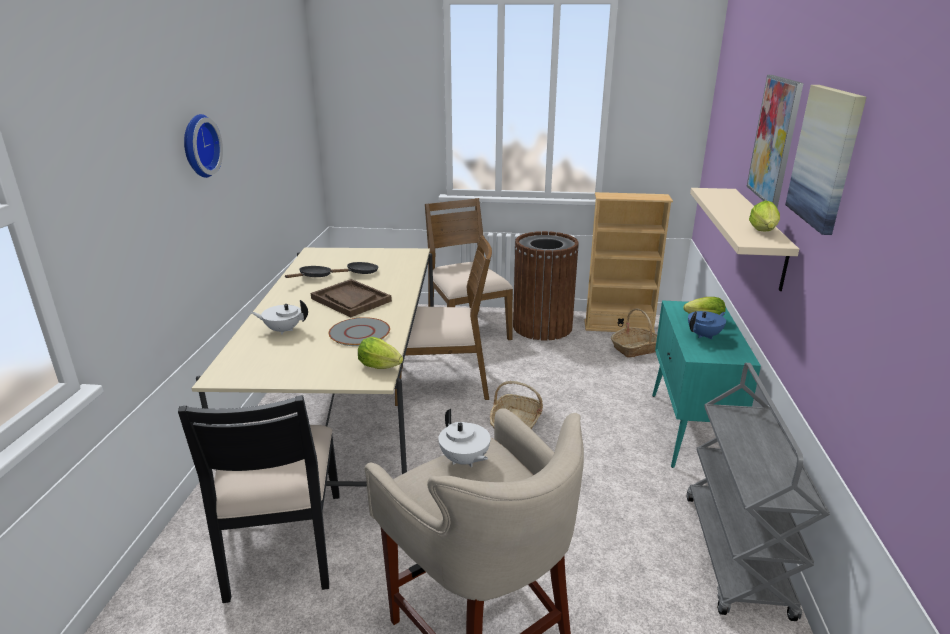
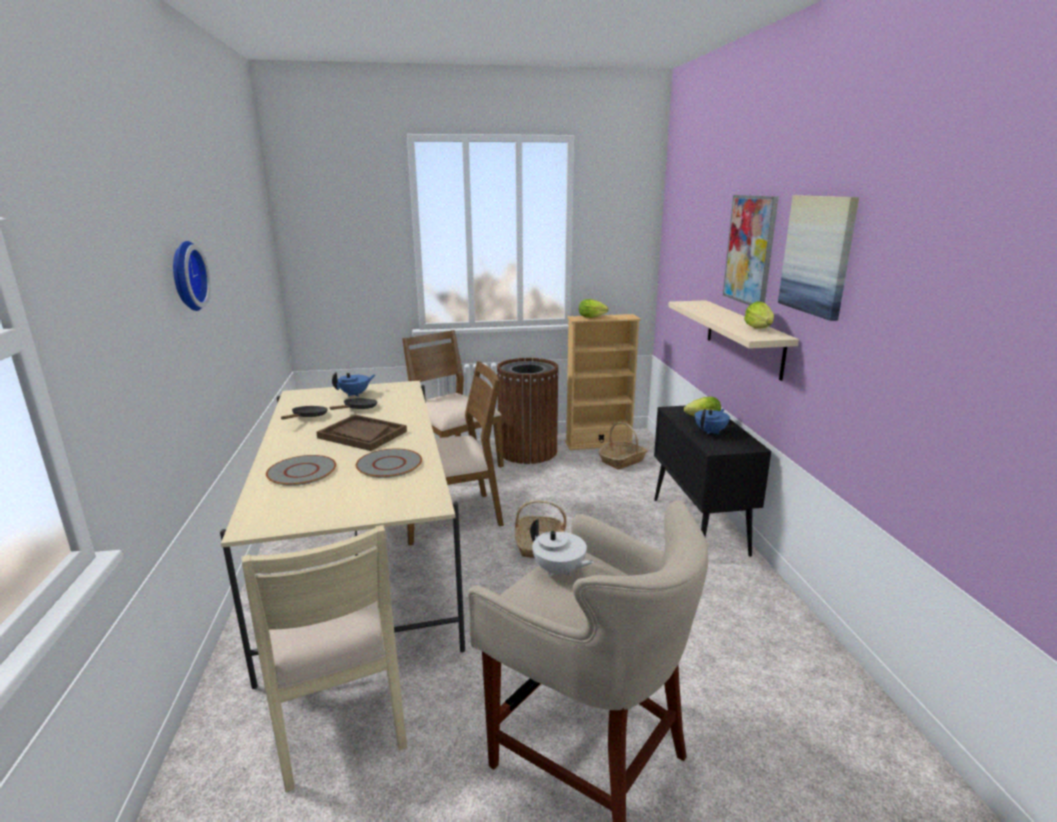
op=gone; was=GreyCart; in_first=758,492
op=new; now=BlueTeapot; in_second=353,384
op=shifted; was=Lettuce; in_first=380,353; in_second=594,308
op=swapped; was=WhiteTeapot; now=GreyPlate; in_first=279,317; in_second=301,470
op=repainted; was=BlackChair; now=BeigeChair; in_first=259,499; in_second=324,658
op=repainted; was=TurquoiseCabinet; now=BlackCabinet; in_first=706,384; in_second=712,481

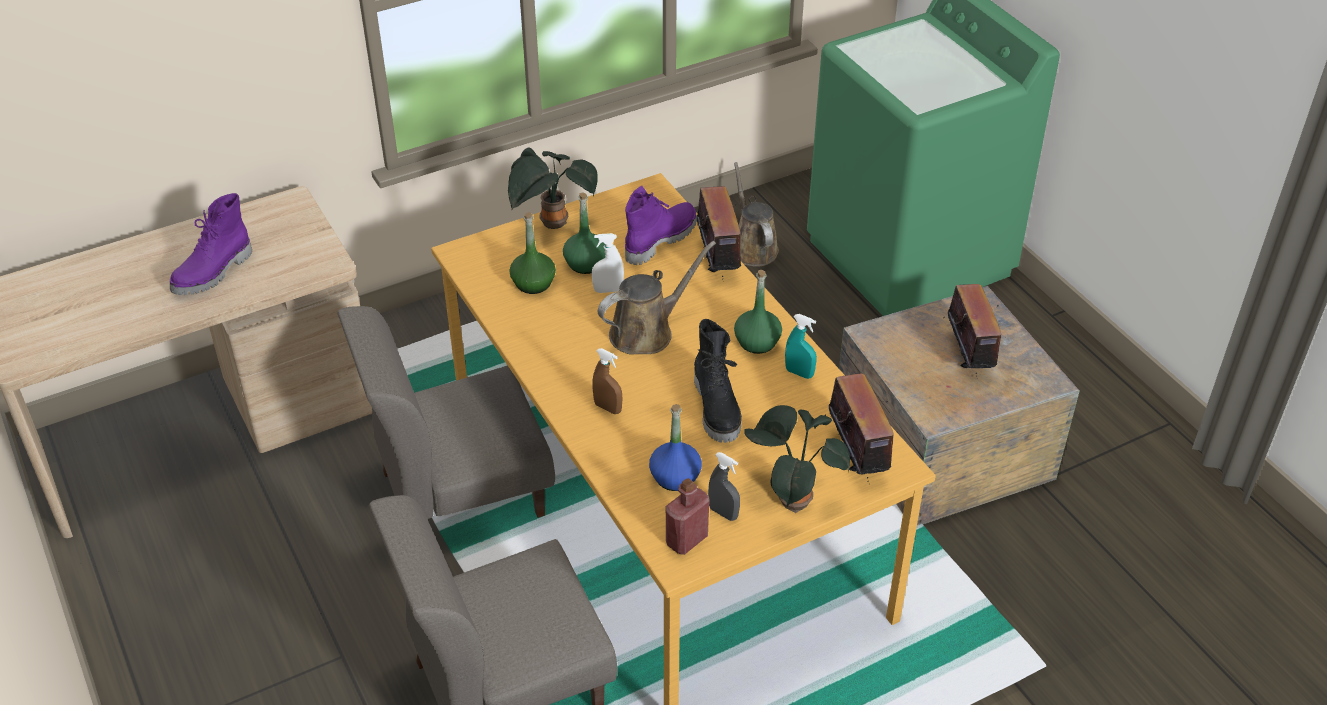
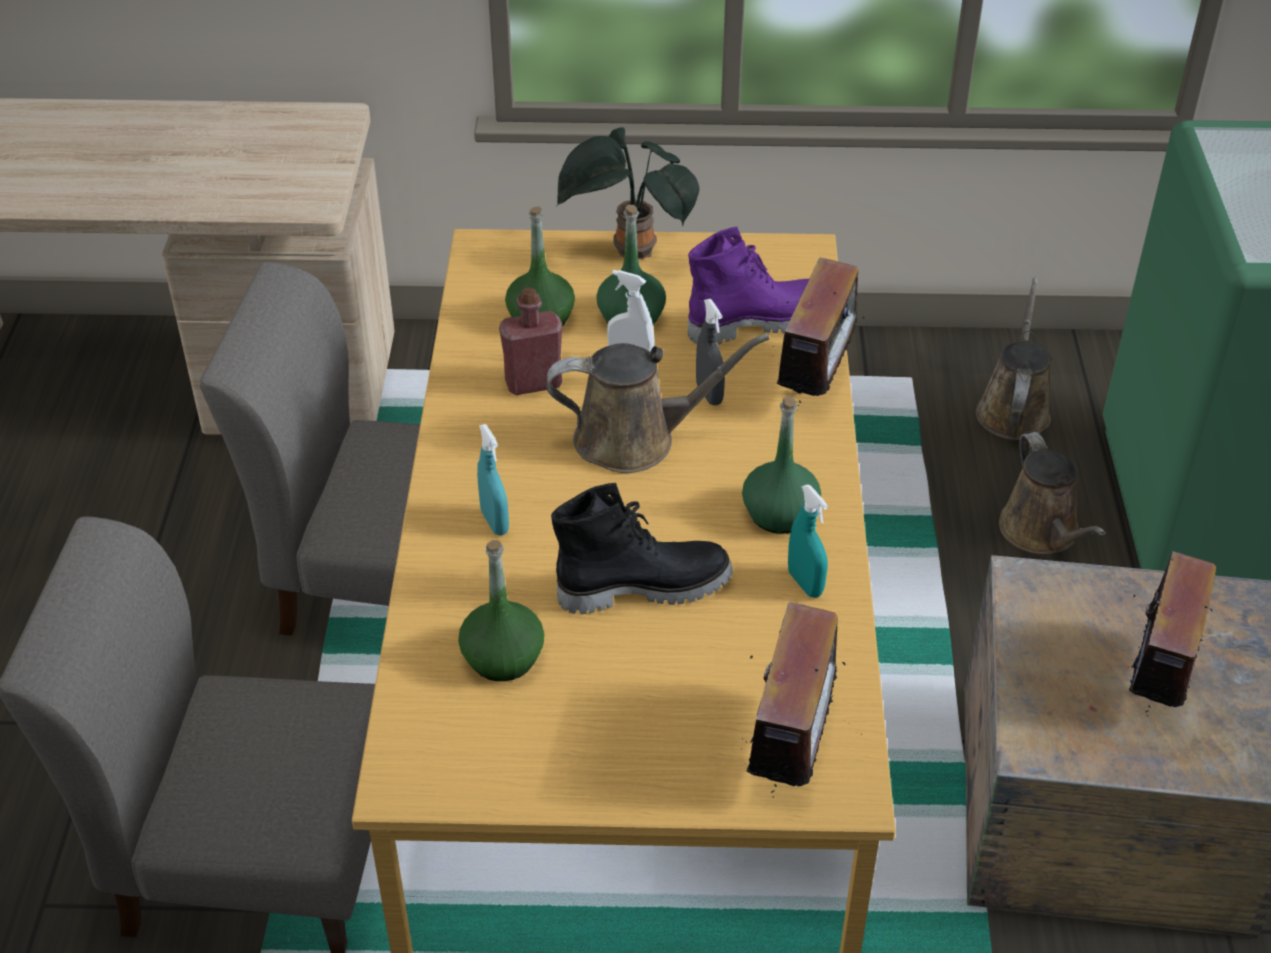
op=gone; was=PurpleBoot; in_first=211,244
op=gone; was=PottedPlant; in_first=797,459
op=new; now=BrownWateringCan; in_second=1052,493
op=shifted; was=RedBottle; in_first=687,516; in_second=530,341
op=shifted; was=GreySprayBottle; in_first=724,486; in_second=710,352
op=repainted; was=BrownSprayBottle; now=TurquoiseSprayBottle; in_first=607,381; in_second=493,479
op=repainted; was=BlueBottle; now=GreenBottle; in_first=675,447; in_second=501,610
op=rotated; was=BlackBoot; in_first=718,381; in_second=642,548; clockwise=-120

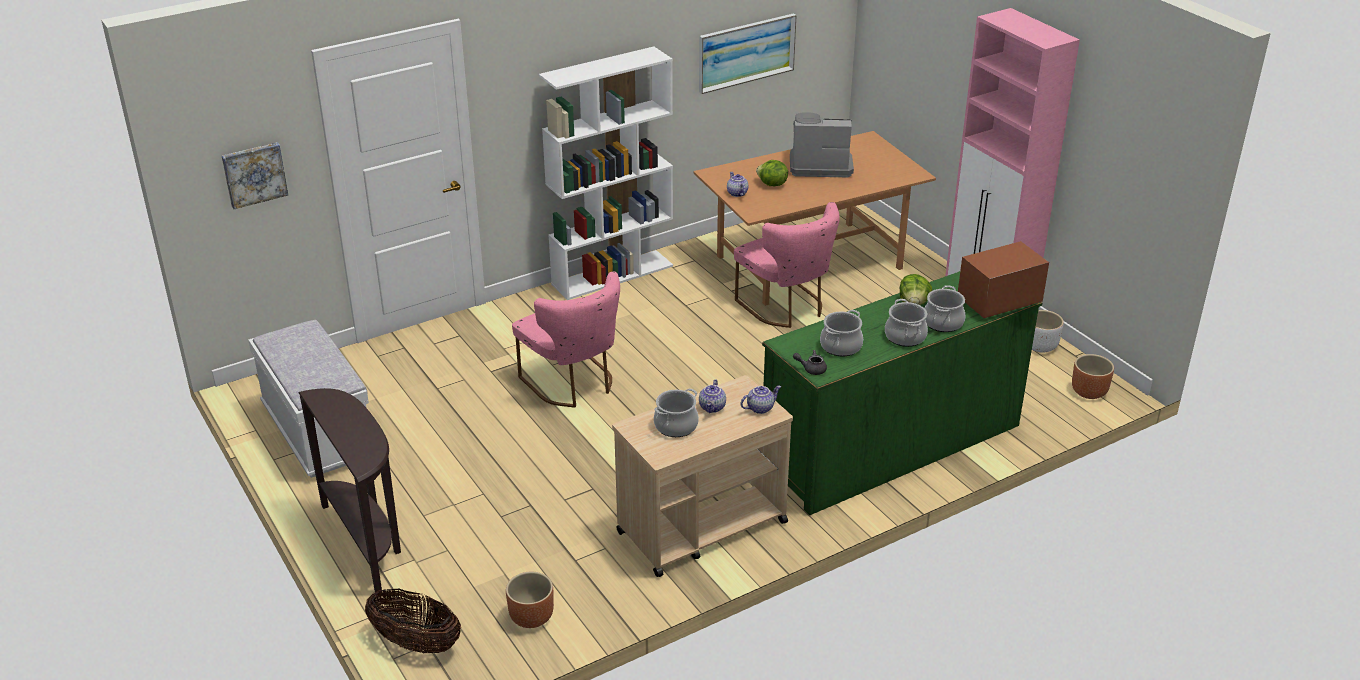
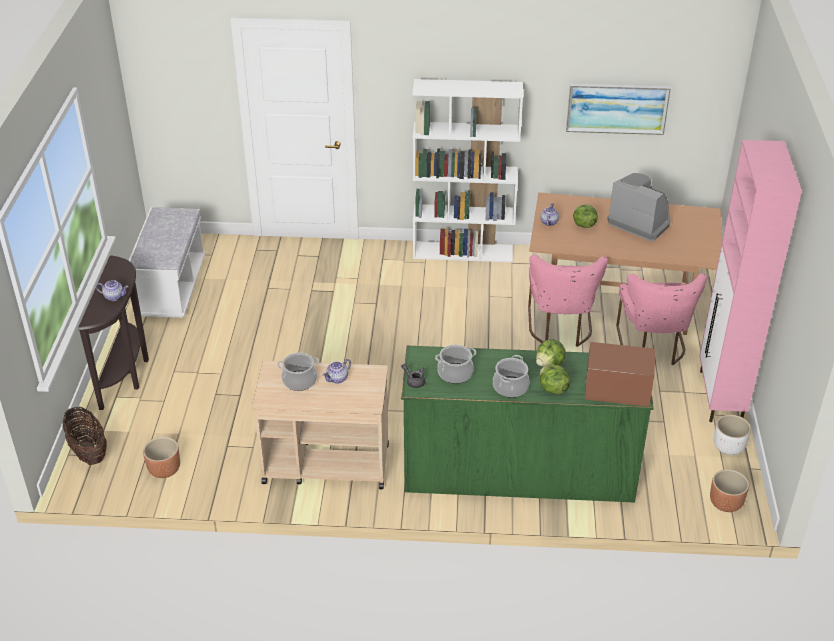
op=gone; was=Picture; in_first=255,175
op=shifted; was=PinkChair; in_first=566,340; in_second=661,319
op=shifted; was=Teapot; in_first=761,399; in_second=112,290
op=swapped; was=CookingPot; now=Lettuce; in_first=945,308; in_second=555,379

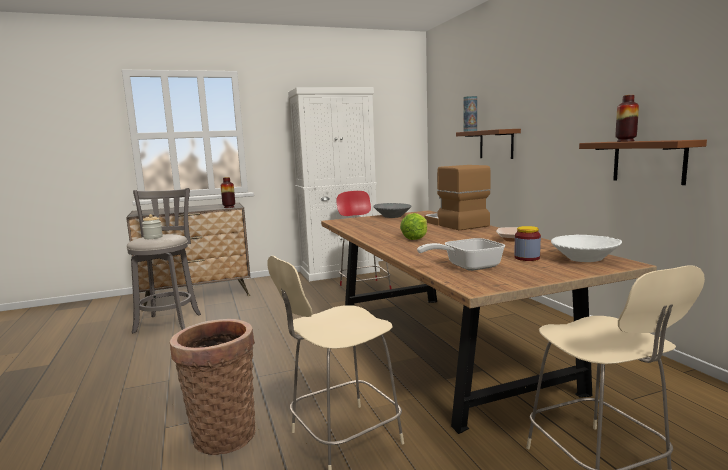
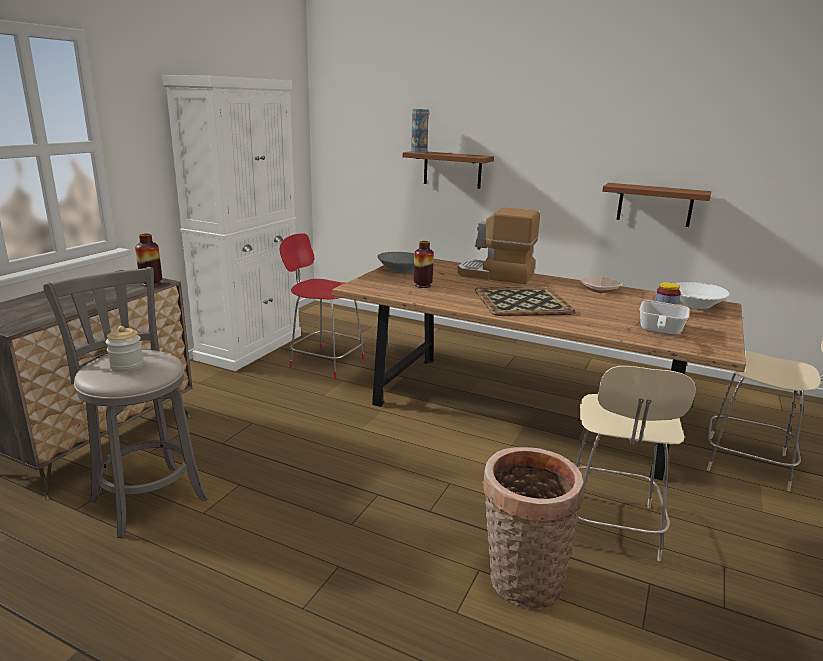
op=shifted; was=Vase; in_first=627,118; in_second=424,264
op=swapped; was=Lettuce; now=Tray; in_first=413,226; in_second=525,301

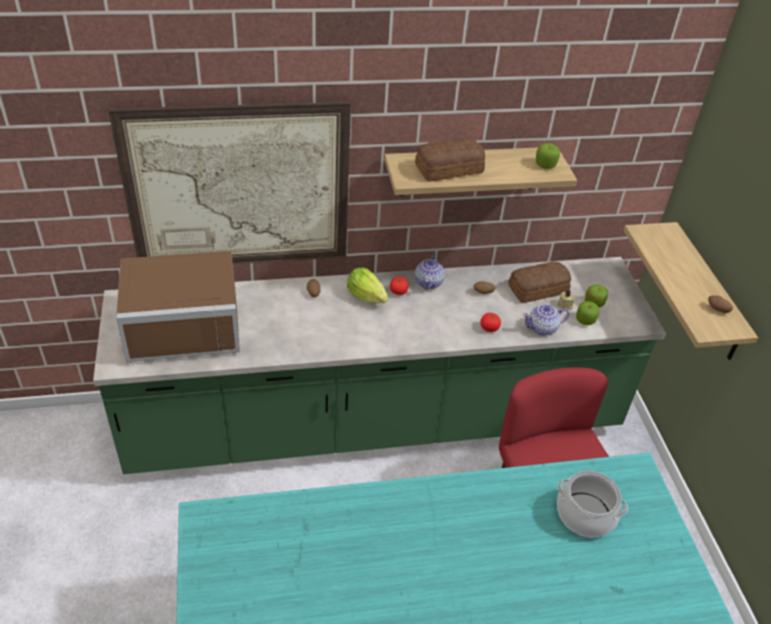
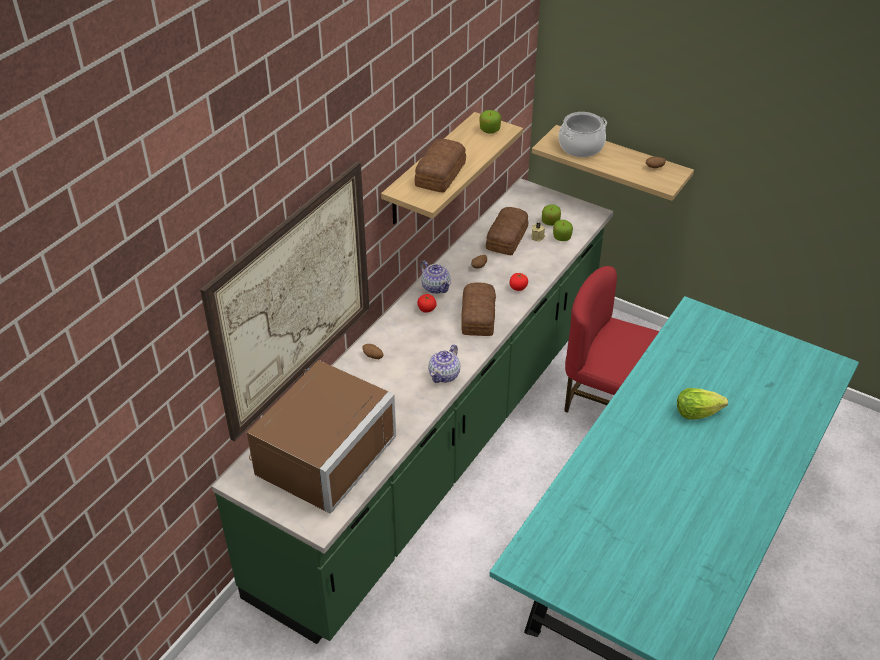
op=new; now=Bread; in_second=478,309
op=shifted; was=Lettuce; in_first=367,285; in_second=702,404
op=shifted; was=Teapot; in_first=545,320; in_second=444,363
op=shifted; was=CookingPot; in_first=592,504; in_second=583,134

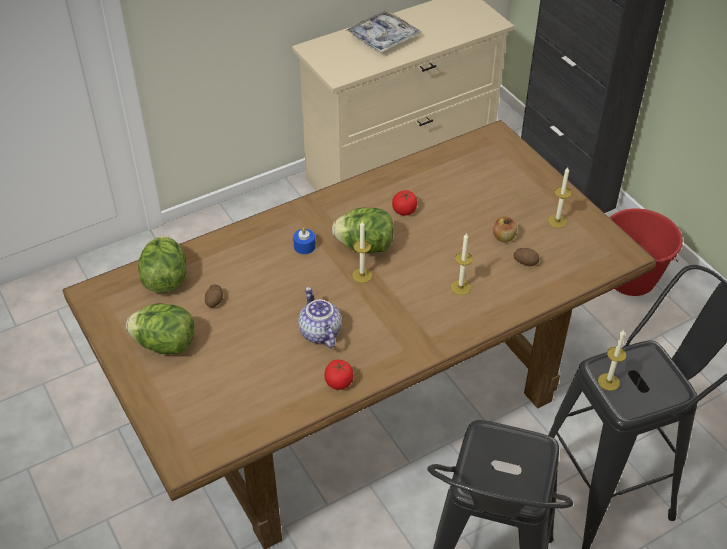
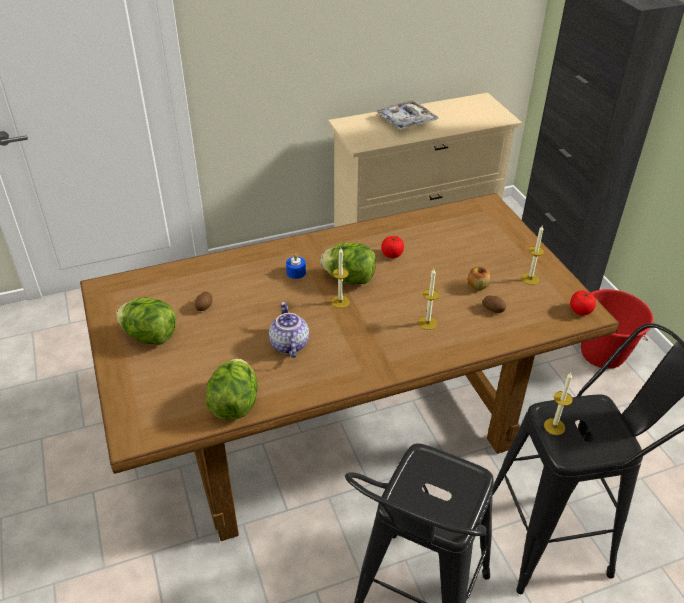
op=shifted; was=Lettuce; in_first=162,264; in_second=232,389
op=shifted; was=Tomato; in_first=339,375; in_second=583,302

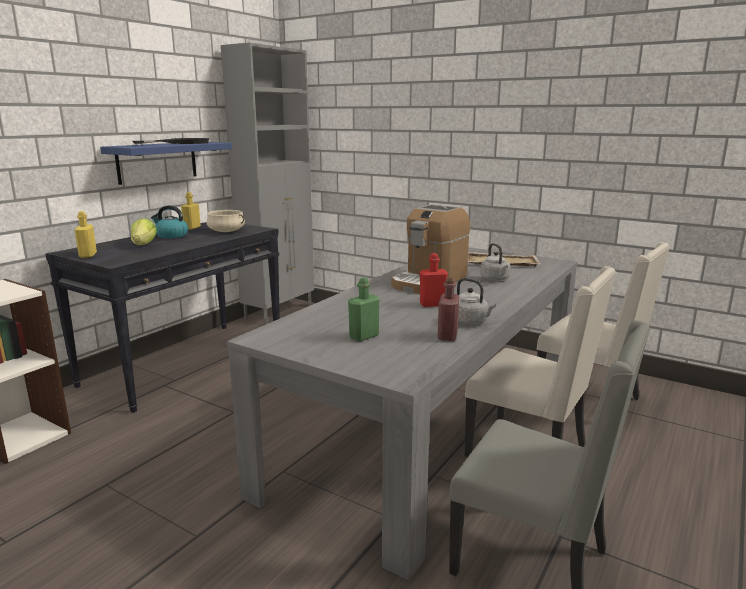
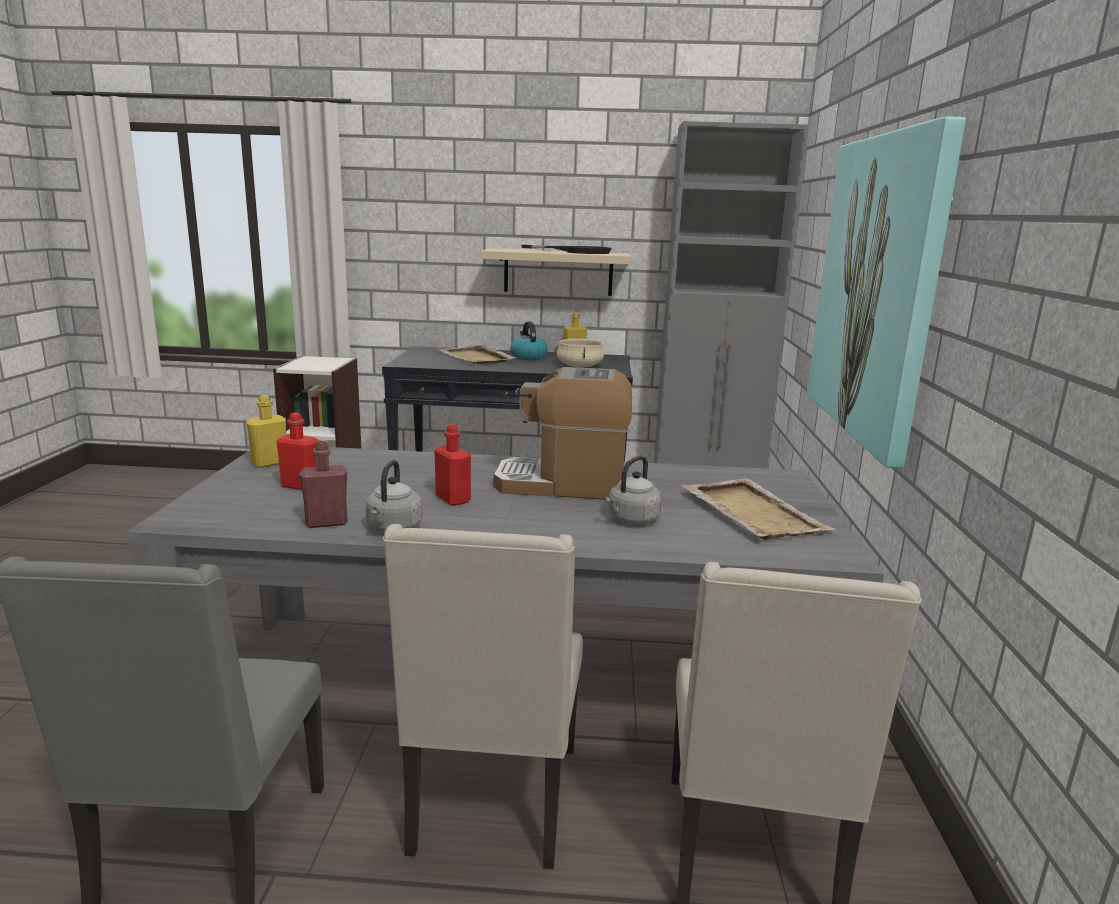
op=new; now=Picture; in_second=886,292
op=shifted; was=YellowBottle; in_first=86,234; in_second=266,431
op=swapped; was=Lettuce; now=BeigeTray; in_first=144,231; in_second=478,354
op=repainted; was=BlueShelf; now=BeigeShelf; in_first=166,163; in_second=556,272
op=repainted; was=GreenBottle; now=RedBottle; in_first=363,309; in_second=297,451

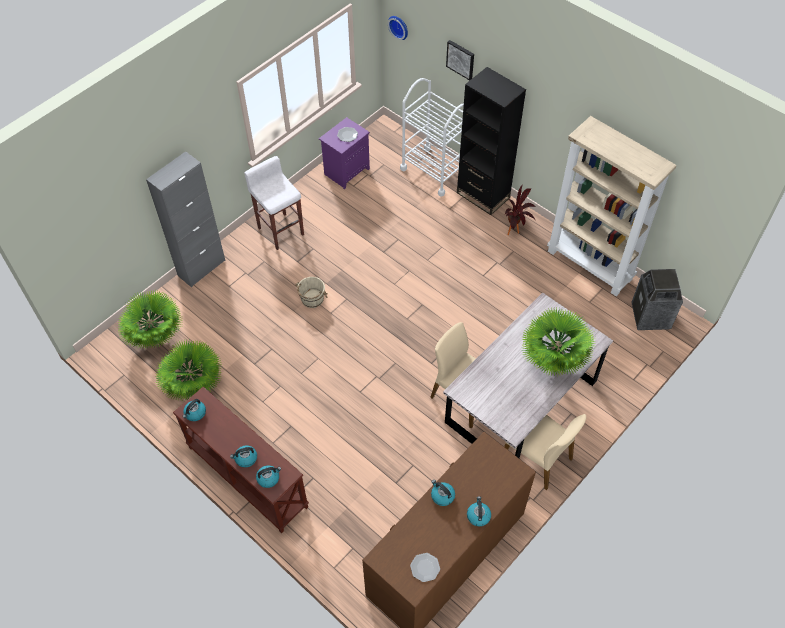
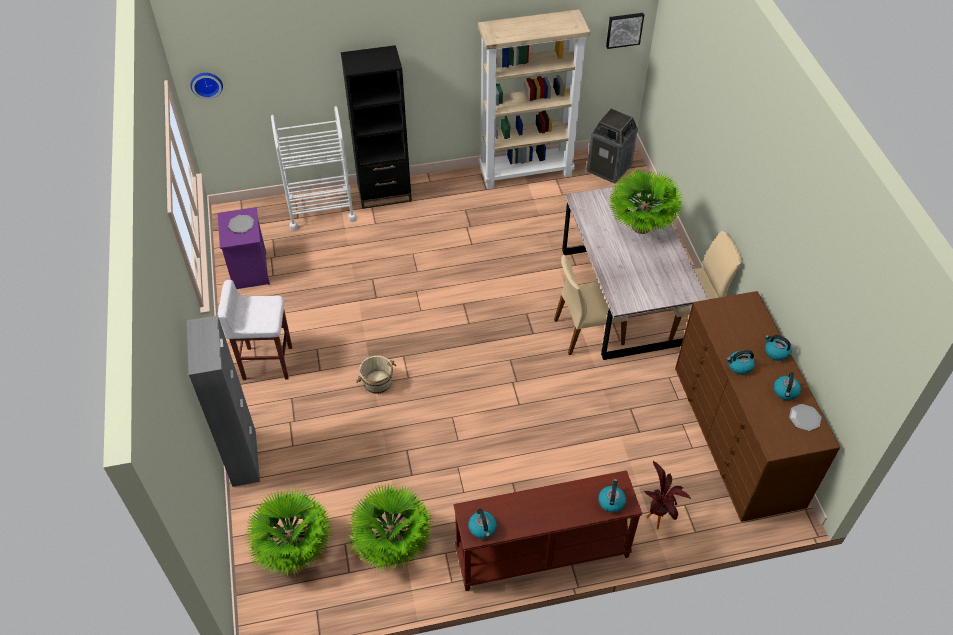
op=shifted; was=Kettle; in_first=243,456; in_second=787,386
op=shifted; was=Picture; in_first=460,60; in_second=625,31
op=shifted; was=PottedPlant; in_first=520,210; in_second=667,495

